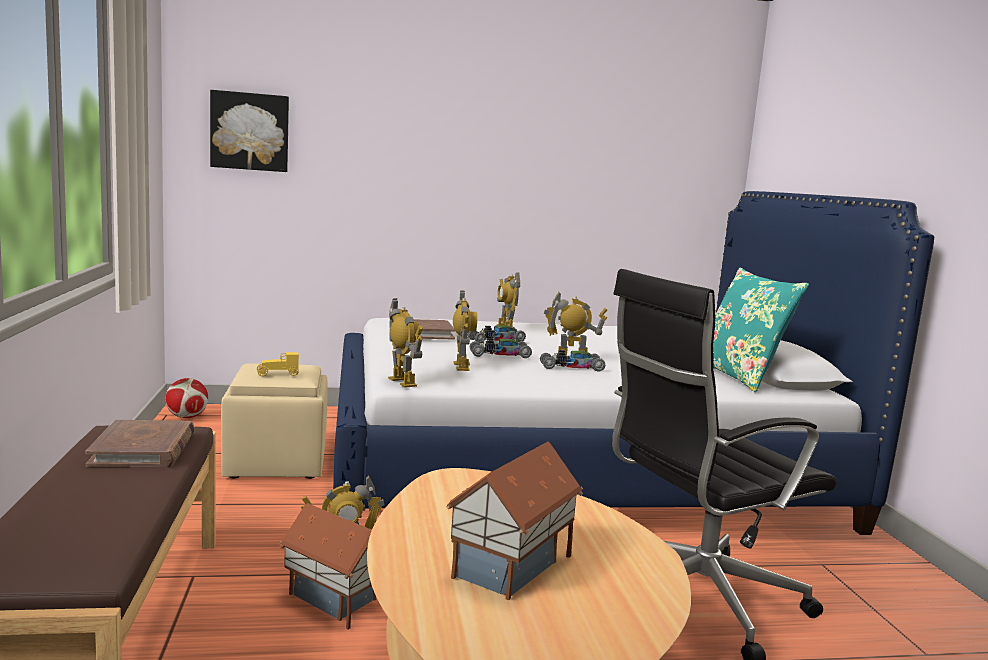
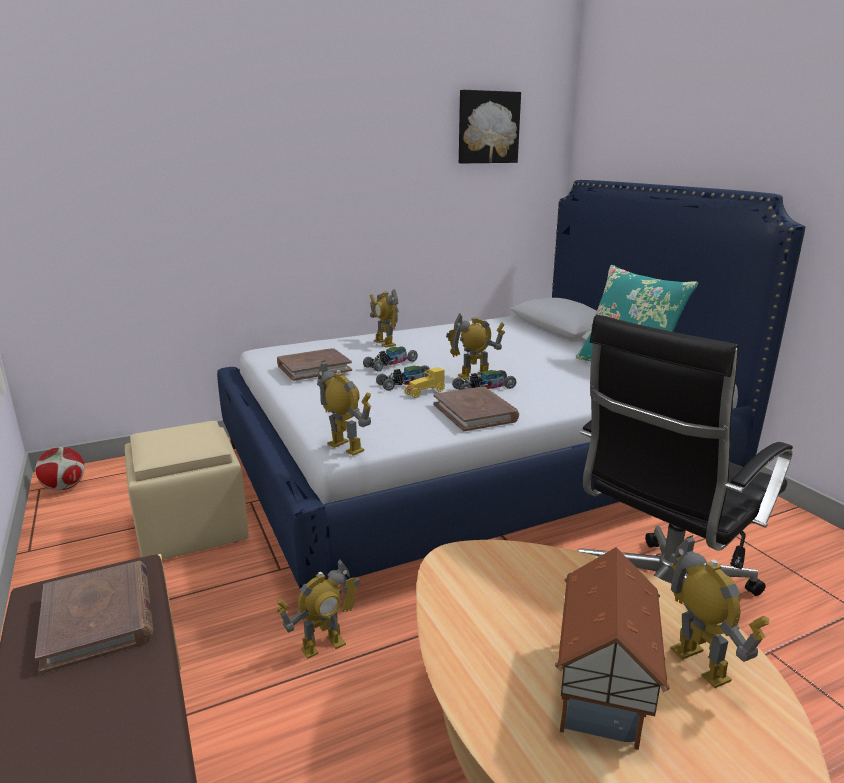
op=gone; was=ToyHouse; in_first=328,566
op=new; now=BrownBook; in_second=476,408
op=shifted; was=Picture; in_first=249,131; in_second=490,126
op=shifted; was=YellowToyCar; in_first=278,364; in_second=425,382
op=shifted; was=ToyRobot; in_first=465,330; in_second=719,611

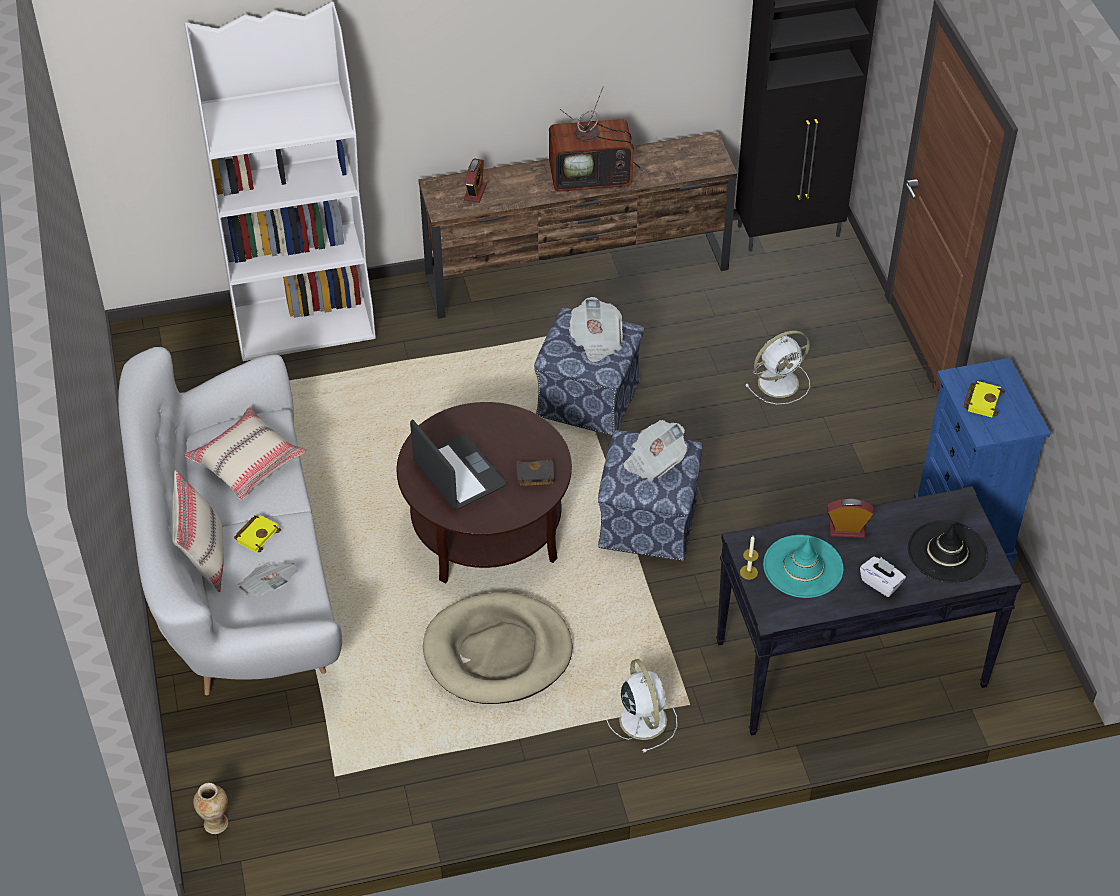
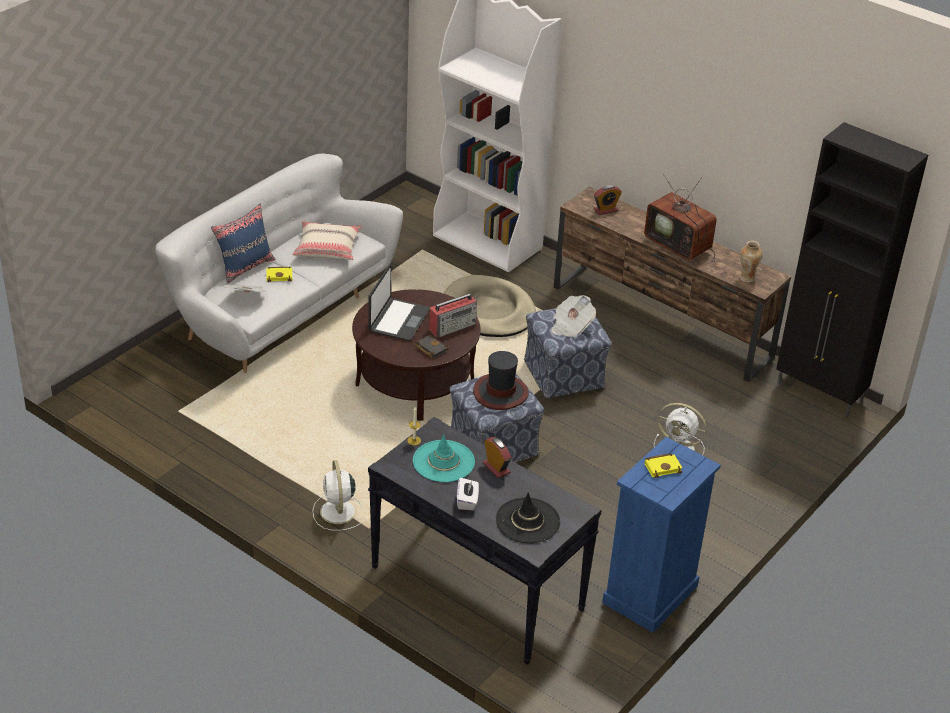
op=new; now=Radio; in_second=453,315
op=shifted; was=Vase; in_first=210,808; in_second=751,262
op=shifted; was=BeigeDogBed; in_first=497,648; in_second=490,306
op=swapped; was=Newspaper; now=Hat; in_first=655,451; in_second=501,380
op=repainted; was=BeigePillow; now=BluePillow; in_first=198,531; in_second=243,243
op=rotated; was=WhiteFan; in_first=642,705; in_second=337,495; clockwise=135

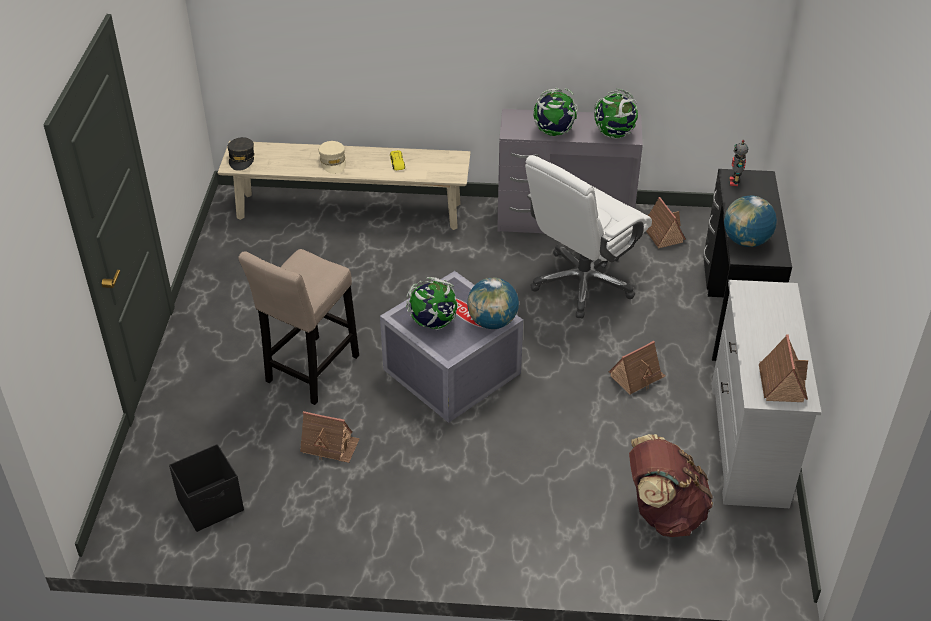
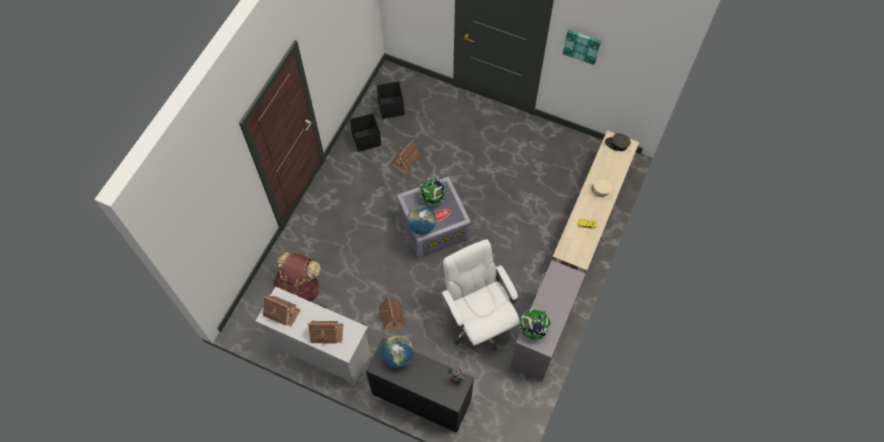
op=gone; was=BeigeStool; in_first=298,327
op=gone; was=Globe; in_first=555,112
op=new; now=BlackStorageBox; in_second=365,132
op=new; now=Picture; in_second=582,47
op=shifted; was=ToyHouse; in_first=666,222; in_second=325,332

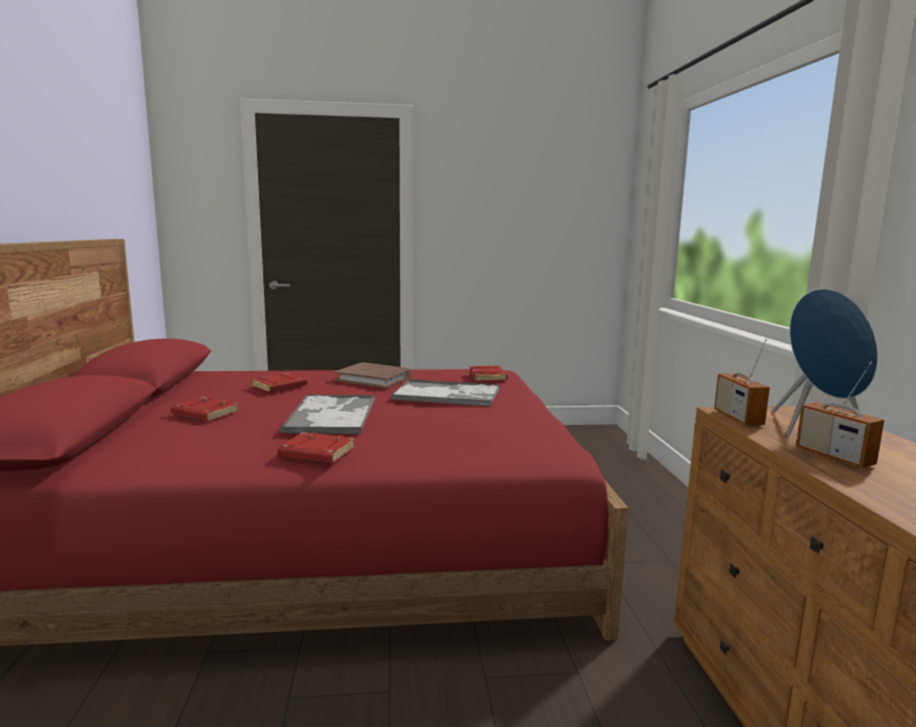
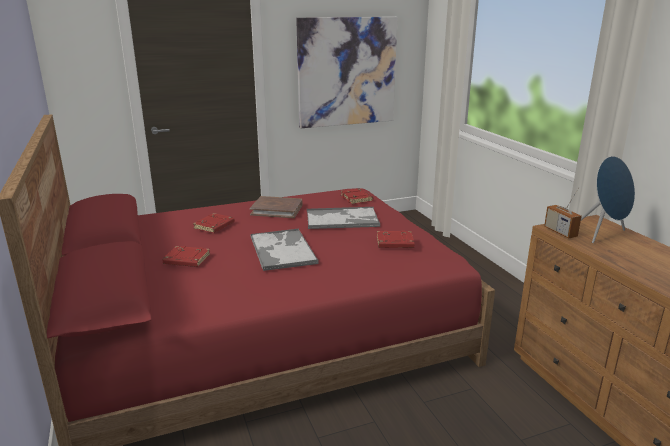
op=gone; was=Radio; in_first=840,415
op=new; now=Picture; in_second=347,72
op=shifted; was=RedBook; in_first=316,447; in_second=395,239

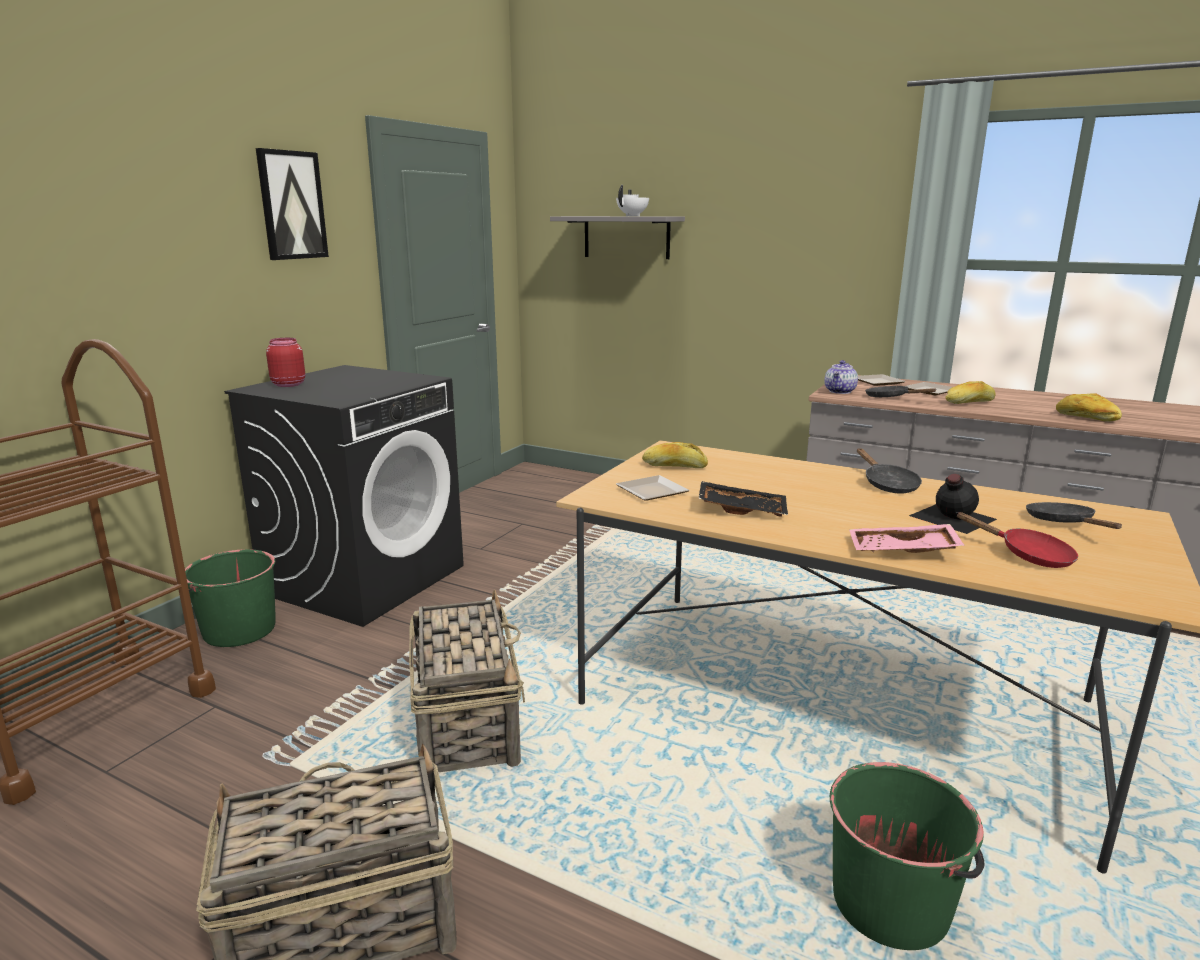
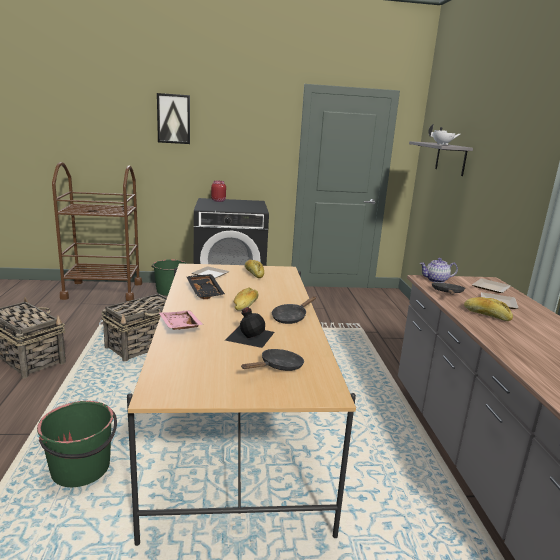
op=gone; was=RedFryingPan; in_first=1017,540
op=shifted; was=Picture; in_first=292,204; in_second=173,118
op=shifted; was=Bread; in_first=1089,407; in_second=246,299

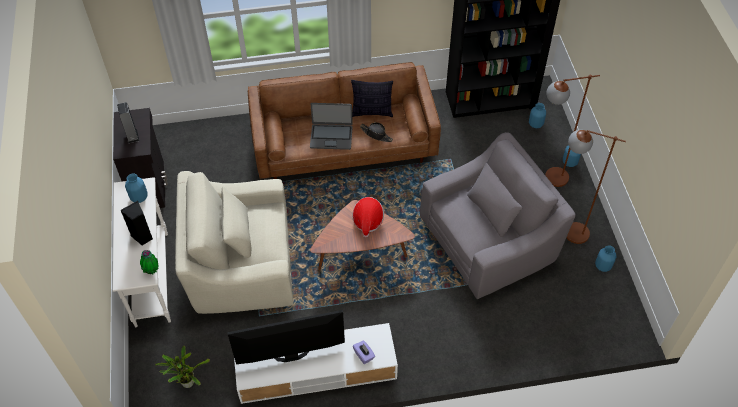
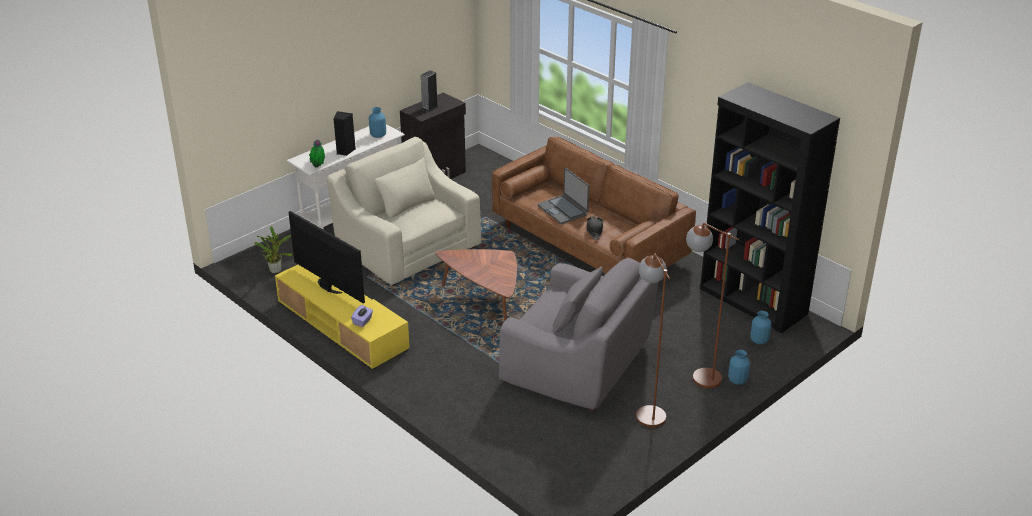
op=gone; was=Pillow; in_first=372,98
op=gone; was=Hat; in_first=368,217
op=gone; was=BlueVase; in_first=605,258
op=repainted; was=WhiteTvStand; now=YellowTvStand; in_first=316,363; in_second=342,317

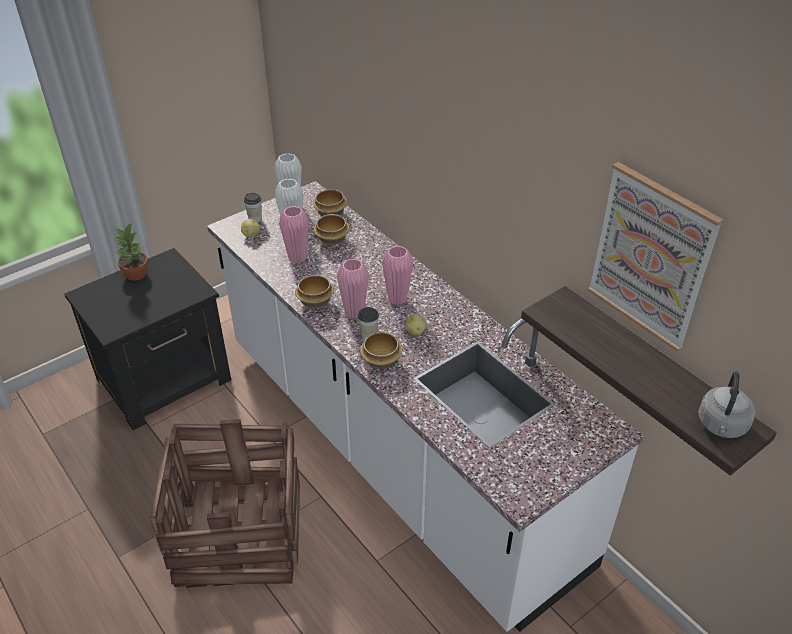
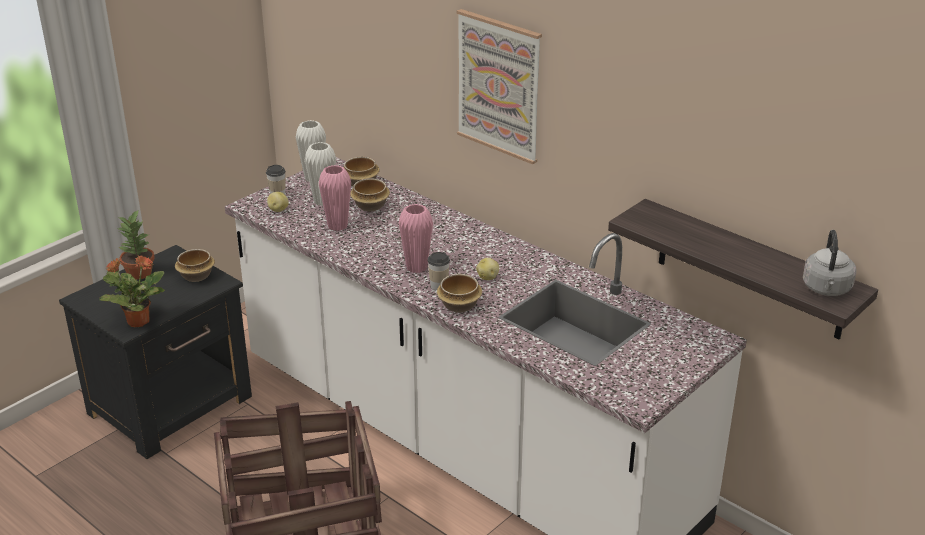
op=gone; was=PinkVase; in_first=397,275
op=new; now=PottedPlant; in_second=132,291
op=shifted; was=Bowl; in_first=314,292; in_second=195,265
op=shifted; was=Picture; in_first=655,257; in_second=499,86

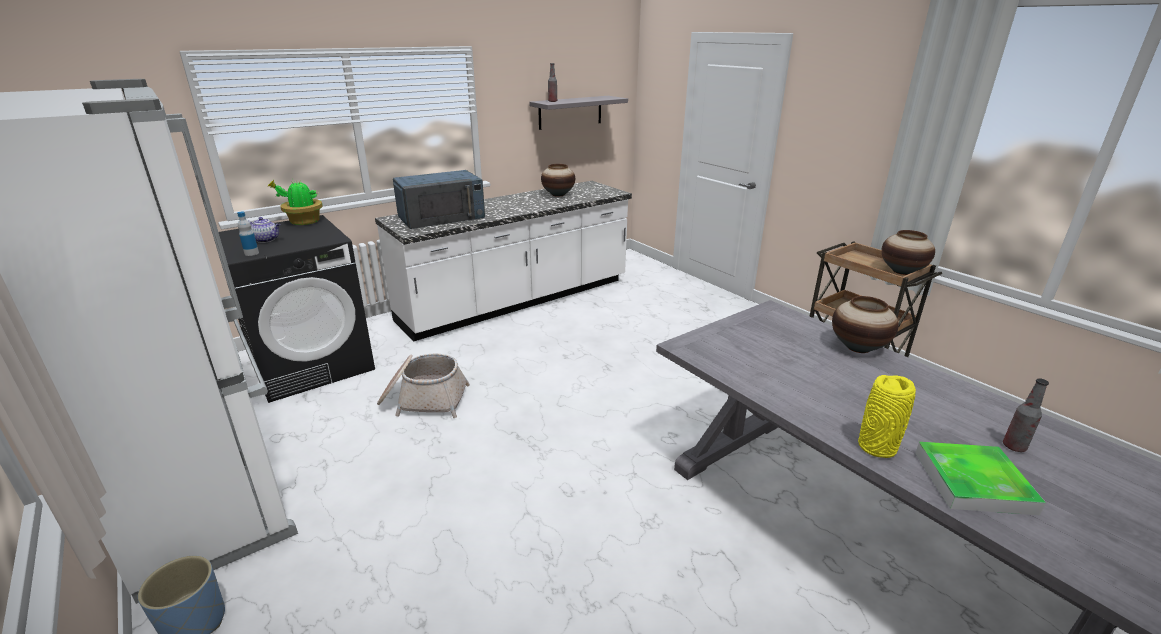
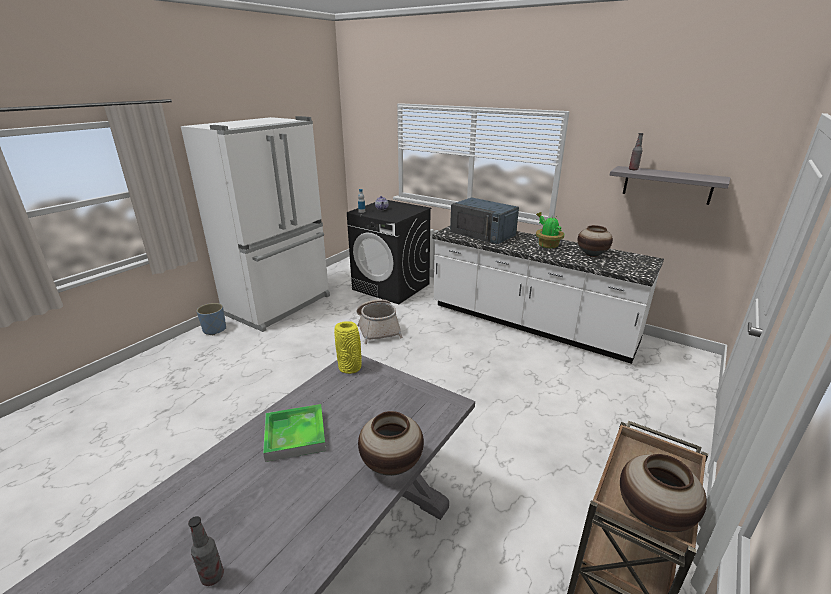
op=shifted; was=PottedPlant; in_first=295,202; in_second=550,230
op=shifted; was=YellowVase; in_first=887,416; in_second=348,347
op=shifted; was=Tray; in_first=980,478; in_second=294,433

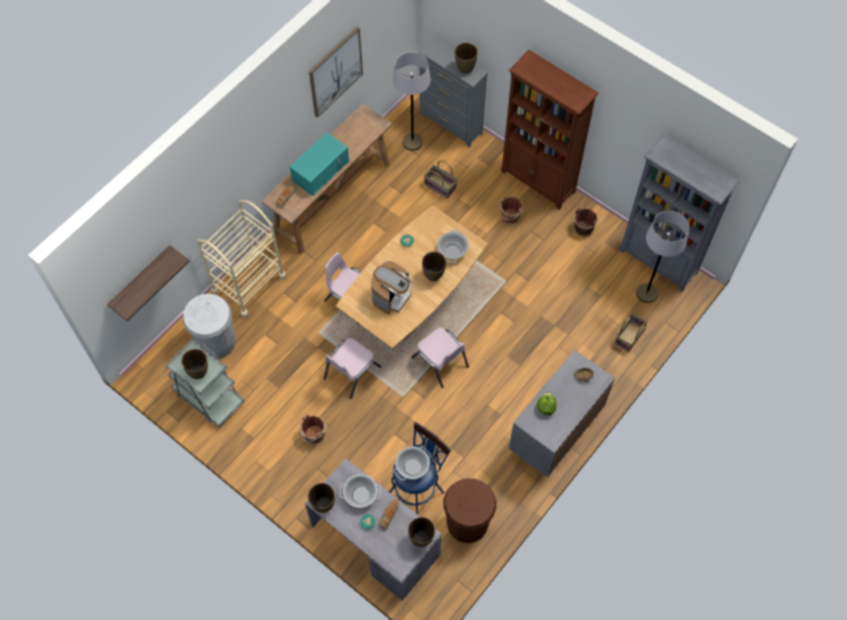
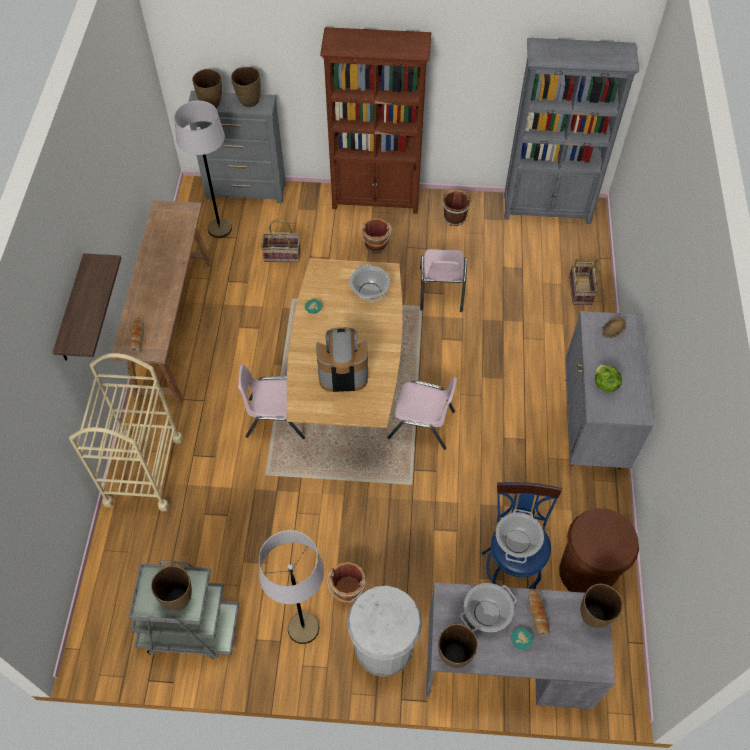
op=gone; was=TurquoiseMicrowave; in_first=319,164
op=gone; was=Picture; in_first=336,72
op=shifted; was=Shelf; in_first=148,283; in_second=87,307
op=shifted; was=WhiteTrashCan; in_first=209,326; in_second=384,631
op=shifted; was=PinkChair; in_first=352,368; in_second=443,280
op=shifted; was=BrownVase; in_first=434,266; in_second=207,88
op=shifted; was=GreyFloorLamp; in_first=662,257; in_second=291,587
op=rotated; was=CoffeeMachine; in_first=391,288; in_second=342,359; clockwise=-90

